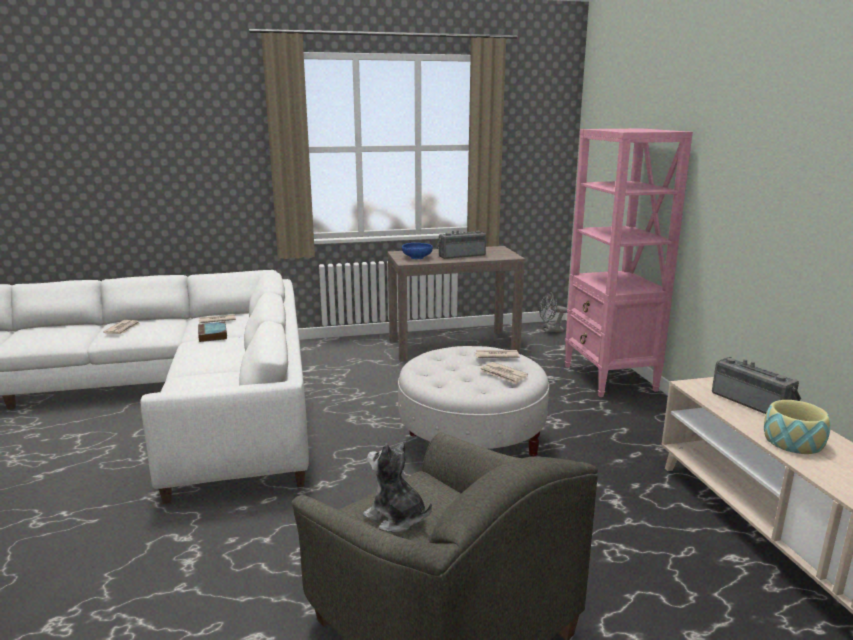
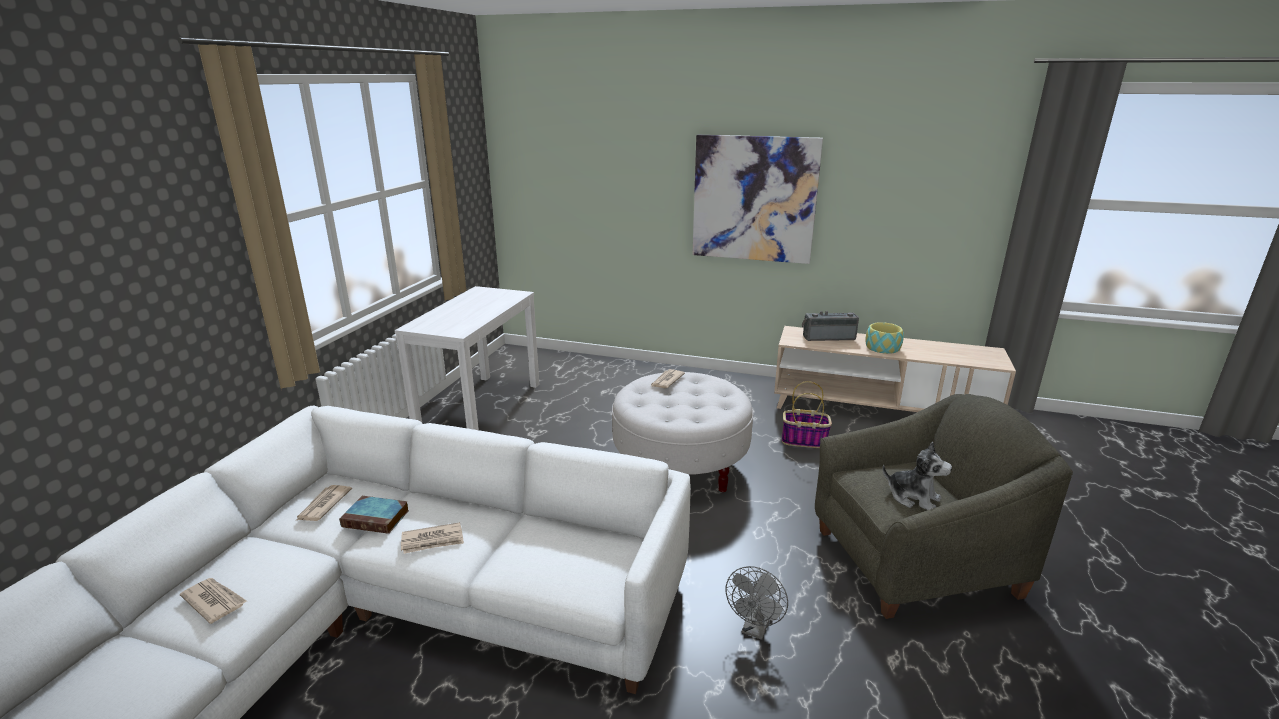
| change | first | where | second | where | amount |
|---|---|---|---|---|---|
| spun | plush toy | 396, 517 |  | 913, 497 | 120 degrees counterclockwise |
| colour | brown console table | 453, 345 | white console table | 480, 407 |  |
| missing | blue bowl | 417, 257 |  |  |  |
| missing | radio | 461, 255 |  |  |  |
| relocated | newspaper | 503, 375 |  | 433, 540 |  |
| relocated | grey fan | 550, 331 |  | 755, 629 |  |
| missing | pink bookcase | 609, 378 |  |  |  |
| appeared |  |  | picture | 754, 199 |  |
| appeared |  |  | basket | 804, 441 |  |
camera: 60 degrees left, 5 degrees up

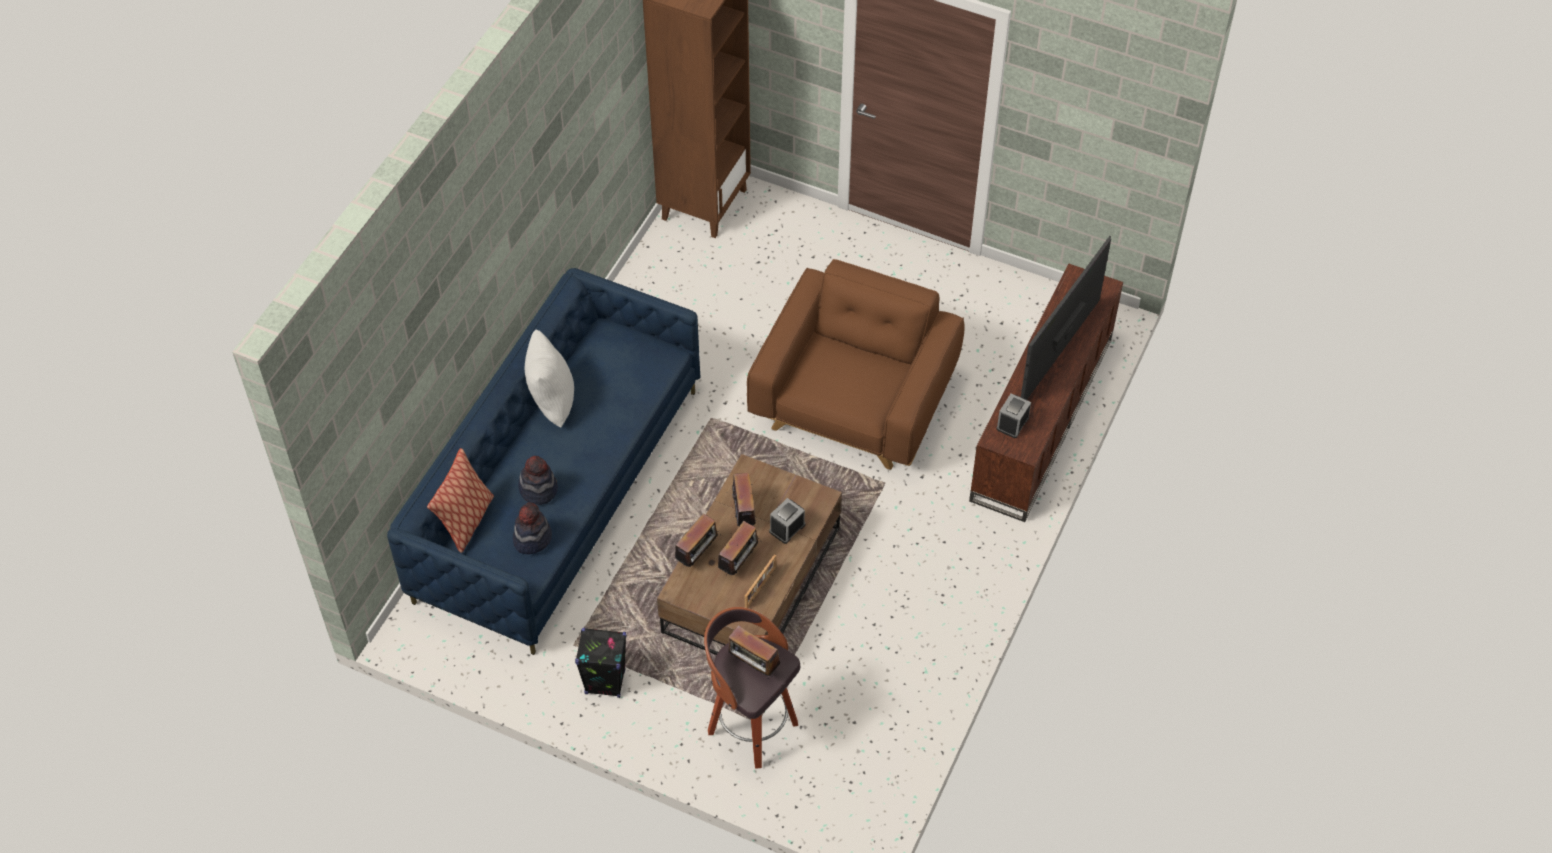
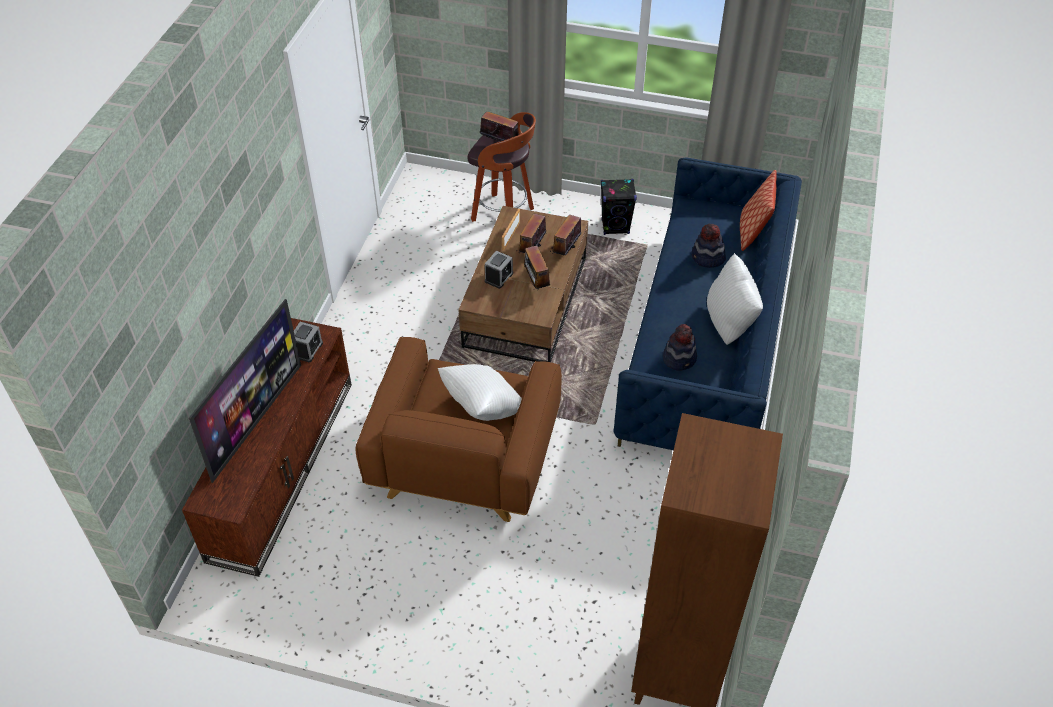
| change | first | where | second | where | amount |
|---|---|---|---|---|---|
| relocated | hat | 532, 538 |  | 679, 358 |  |
| appeared |  |  | white pillow | 482, 407 |  |
camera: 170 degrees right, 5 degrees down

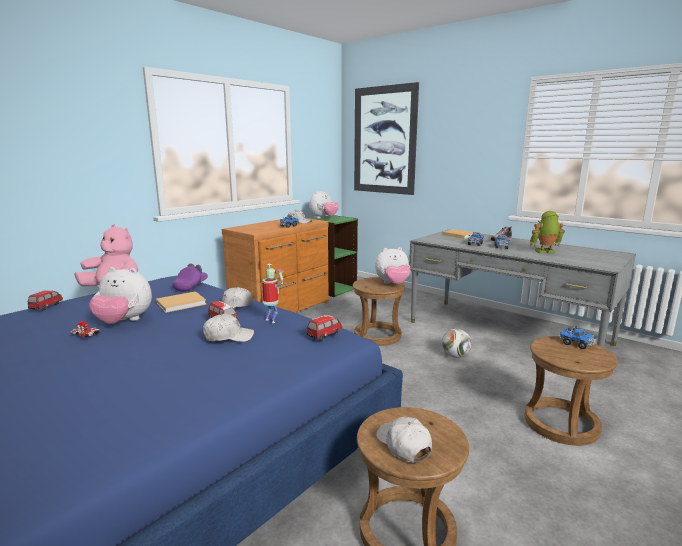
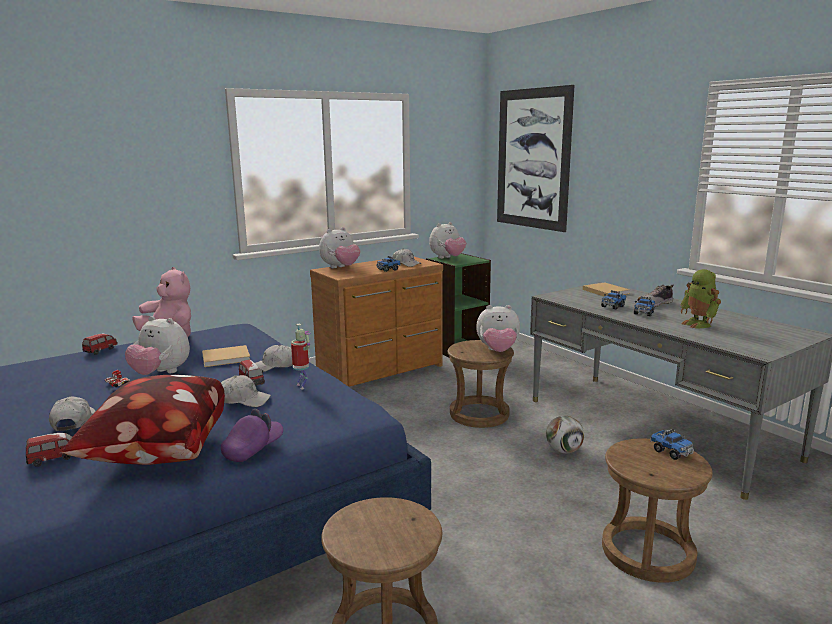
| change | first | where | second | where | amount |
|---|---|---|---|---|---|
| relocated | purple cap | 191, 287 |  | 253, 449 |  |
| relocated | toy car | 324, 335 |  | 54, 458 |  |
| relocated | white cap | 403, 445 |  | 73, 421 |  |
| spun | toy robot | 545, 252 |  | 698, 324 | 120 degrees counterclockwise |
| appeared |  |  | pillow | 156, 453 |  |
| appeared |  |  | plush toy | 340, 268 |  |
camera: 15 degrees right, 0 degrees up

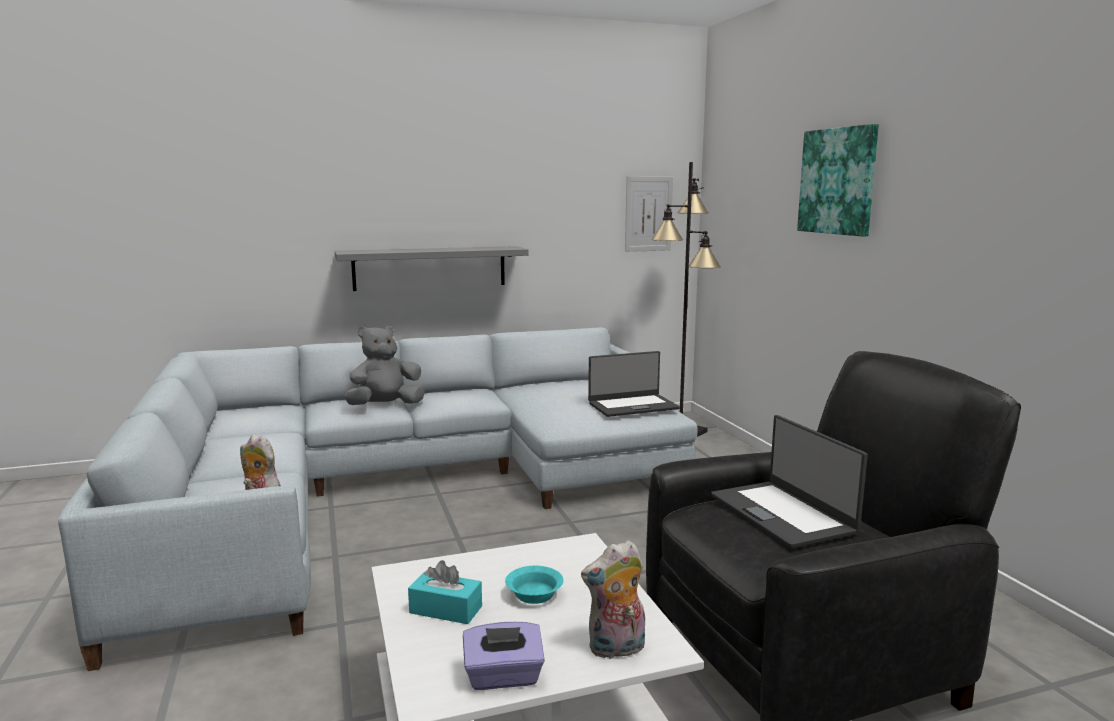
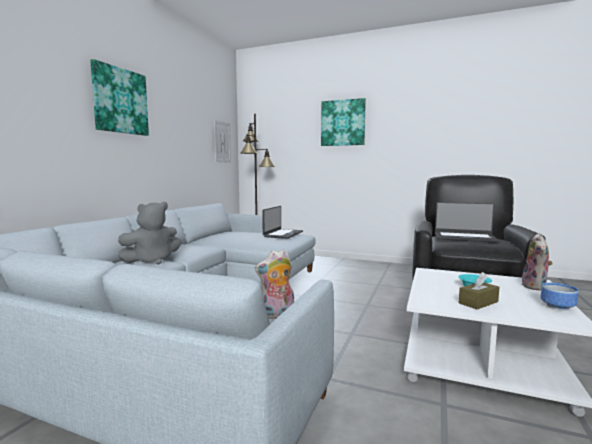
| change | first | where | second | where | amount |
|---|---|---|---|---|---|
| missing | grey shelf | 430, 268 |  |  |  |
| spun | grey plush toy | 385, 406 |  | 152, 260 | 135 degrees counterclockwise |
| colour | turquoise tissue box | 446, 609 | brown tissue box | 478, 302 |  |
| exchanged | purple tissue box | 503, 677 | bowl | 556, 306 |  |
| appeared |  |  | picture | 120, 101 |  |
camera: 50 degrees left, 5 degrees down

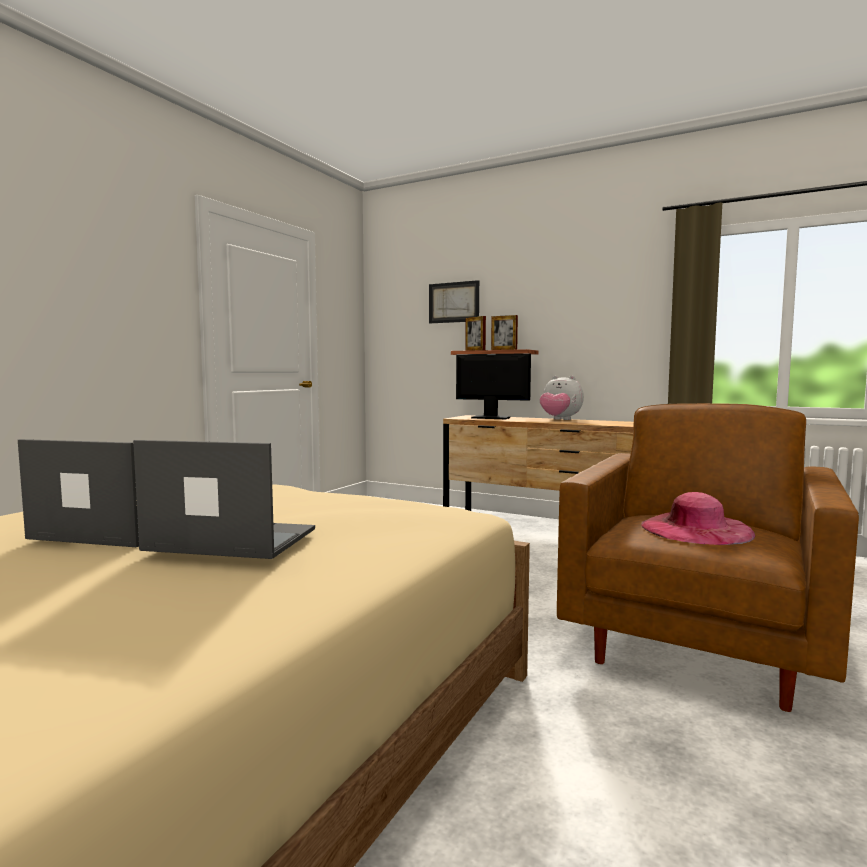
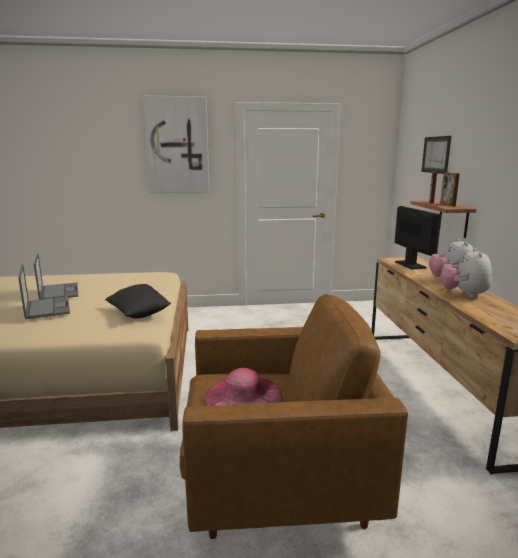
| change | first | where | second | where | amount |
|---|---|---|---|---|---|
| appeared |  |  | black pillow | 139, 314 |  |
| appeared |  |  | picture | 177, 145 |  |
| appeared |  |  | plush toy | 464, 295 |  |
camera: 55 degrees right, 10 degrees up

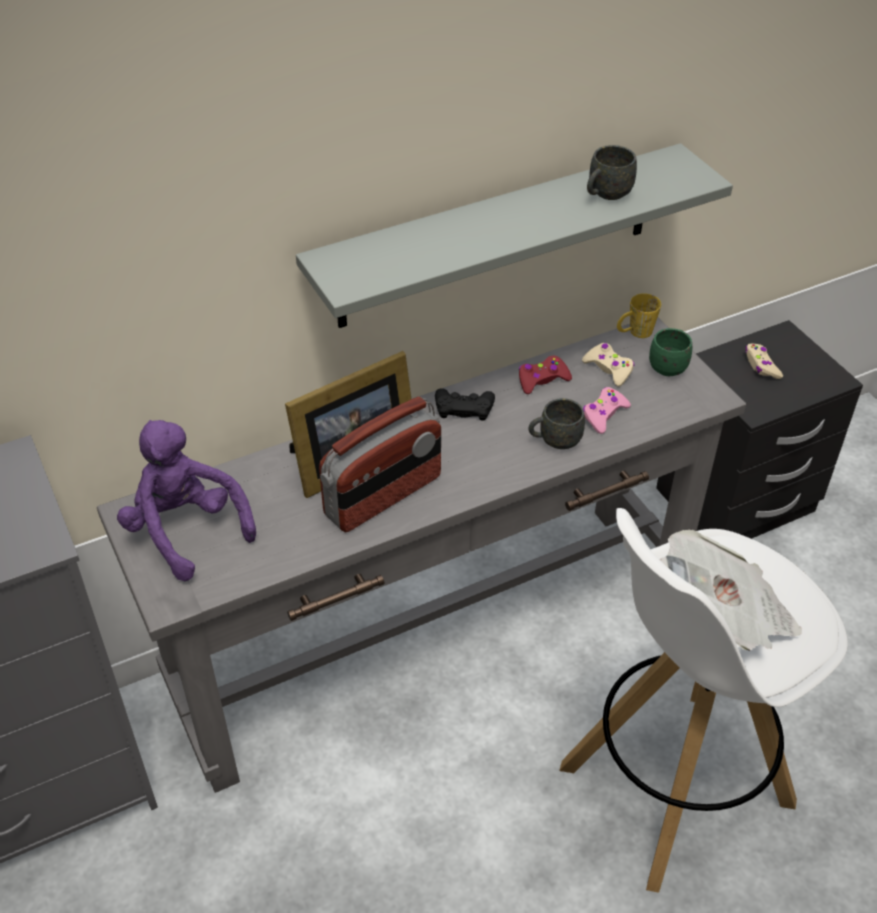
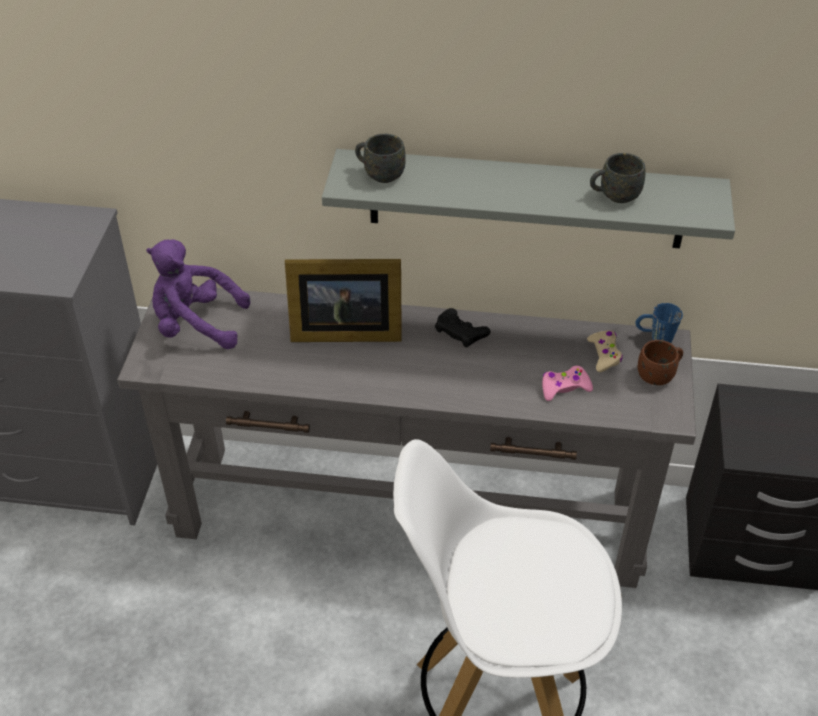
| change | first | where | second | where | amount |
|---|---|---|---|---|---|
| spun | purple plush toy | 186, 530 |  | 196, 325 | 75 degrees counterclockwise |
| missing | radio | 384, 496 |  |  |  |
| missing | red game controller | 542, 380 |  |  |  |
| relocated | grey mug | 554, 441 |  | 379, 174 |  |
| colour | yellow mug | 634, 333 | blue mug | 655, 337 |  |
| colour | green mug | 669, 365 | brown mug | 659, 375 |  |
| missing | newspaper | 725, 616 |  |  |  |
| missing | beige game controller | 761, 366 |  |  |  |
camera: 35 degrees right, 0 degrees up

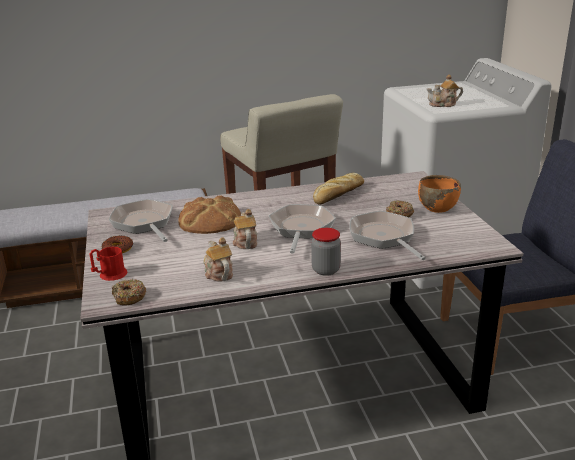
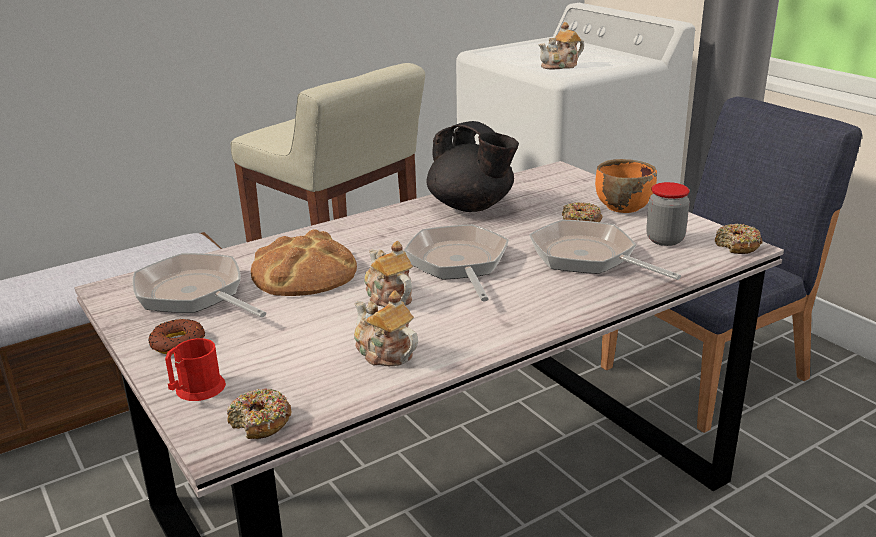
| change | first | where | second | where | amount |
|---|---|---|---|---|---|
| relocated | jar | 326, 270 |  | 665, 240 |  |
| exchanged | bread | 338, 194 | black teapot | 471, 207 |  |
| appeared |  |  | donut | 737, 246 |  |
camera: 20 degrees left, 0 degrees up

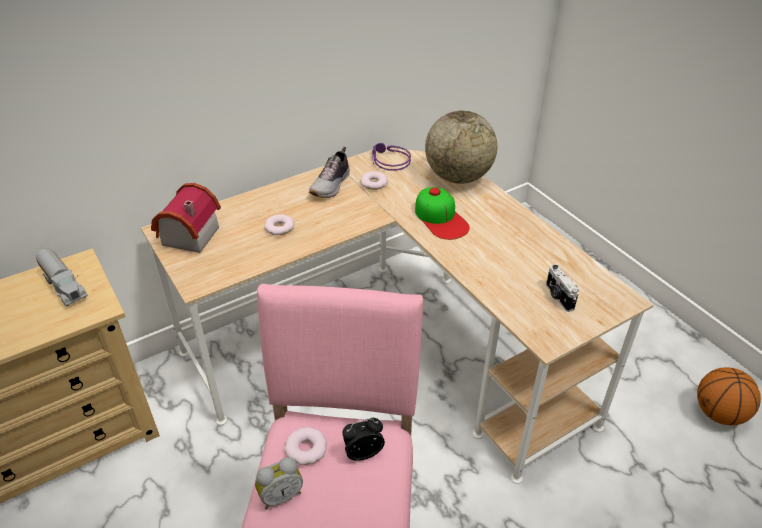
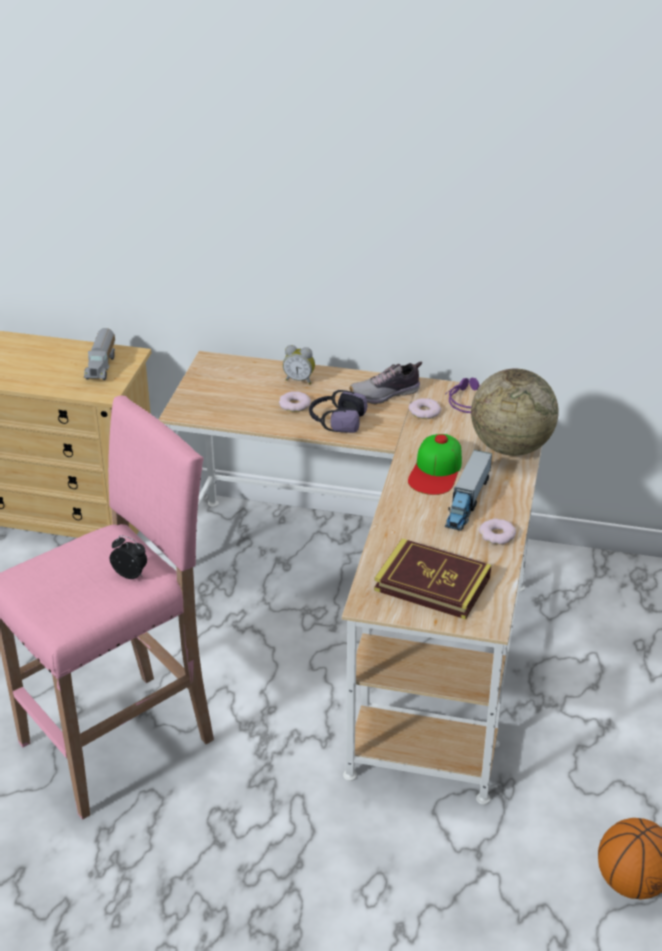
| change | first | where | second | where | amount |
|---|---|---|---|---|---|
| missing | toy house | 186, 236 |  |  |  |
| relocated | alarm clock | 280, 495 |  | 299, 380 |  |
| relocated | donut | 306, 449 |  | 497, 535 |  |
| exchanged | photo camera | 558, 297 | book | 432, 584 |  |
| appeared |  |  | headphones | 336, 421 |  |
| appeared |  |  | toy truck | 467, 501 |  |
camera: 45 degrees right, 5 degrees down

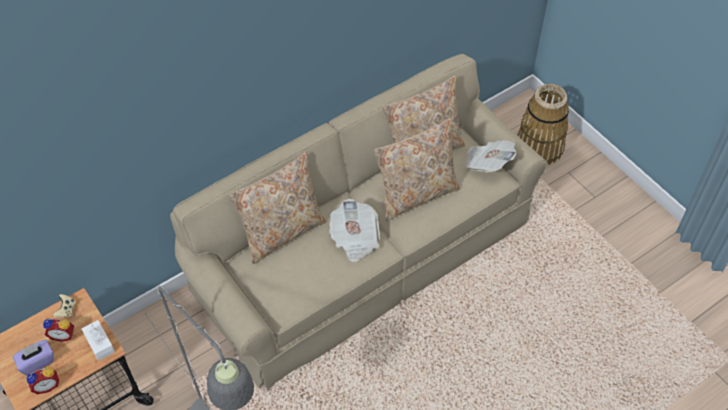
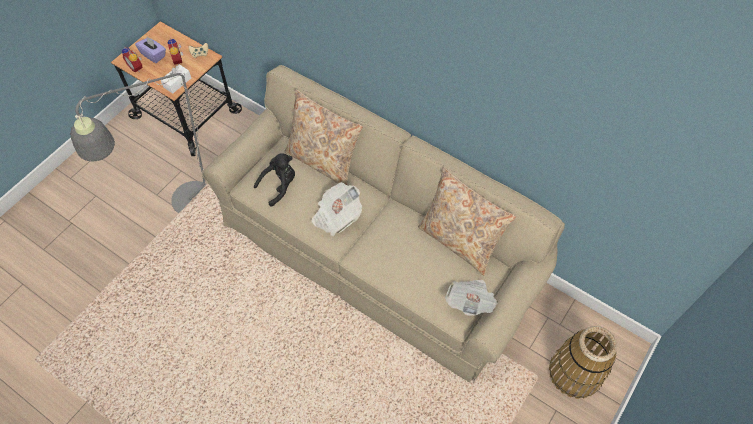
| change | first | where | second | where | amount |
|---|---|---|---|---|---|
| missing | beige pillow | 416, 194 |  |  |  |
| appeared |  |  | black plush toy | 279, 186 |  |
camera: 70 degrees right, 5 degrees up

